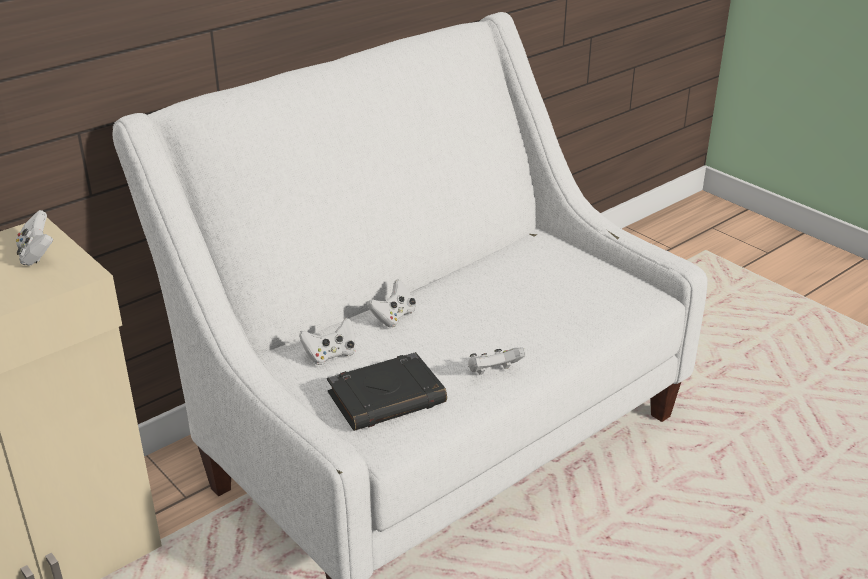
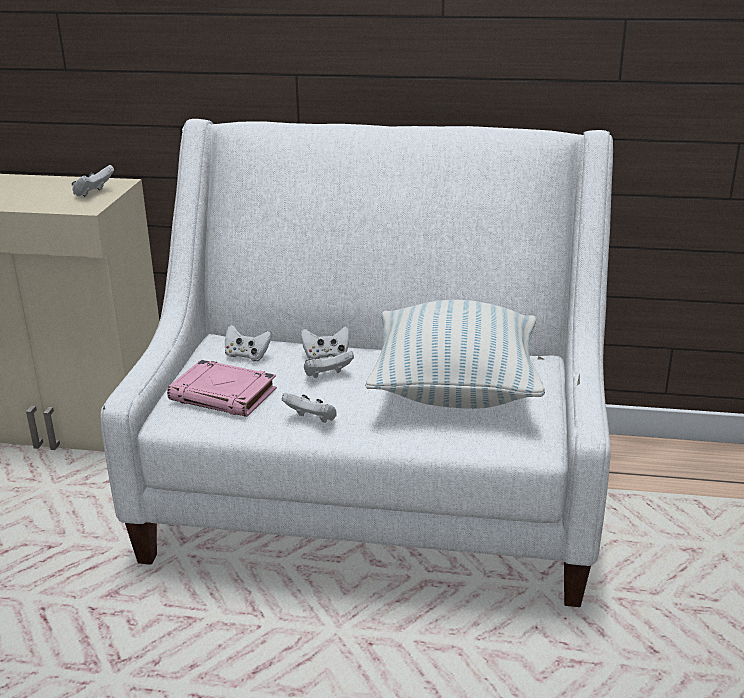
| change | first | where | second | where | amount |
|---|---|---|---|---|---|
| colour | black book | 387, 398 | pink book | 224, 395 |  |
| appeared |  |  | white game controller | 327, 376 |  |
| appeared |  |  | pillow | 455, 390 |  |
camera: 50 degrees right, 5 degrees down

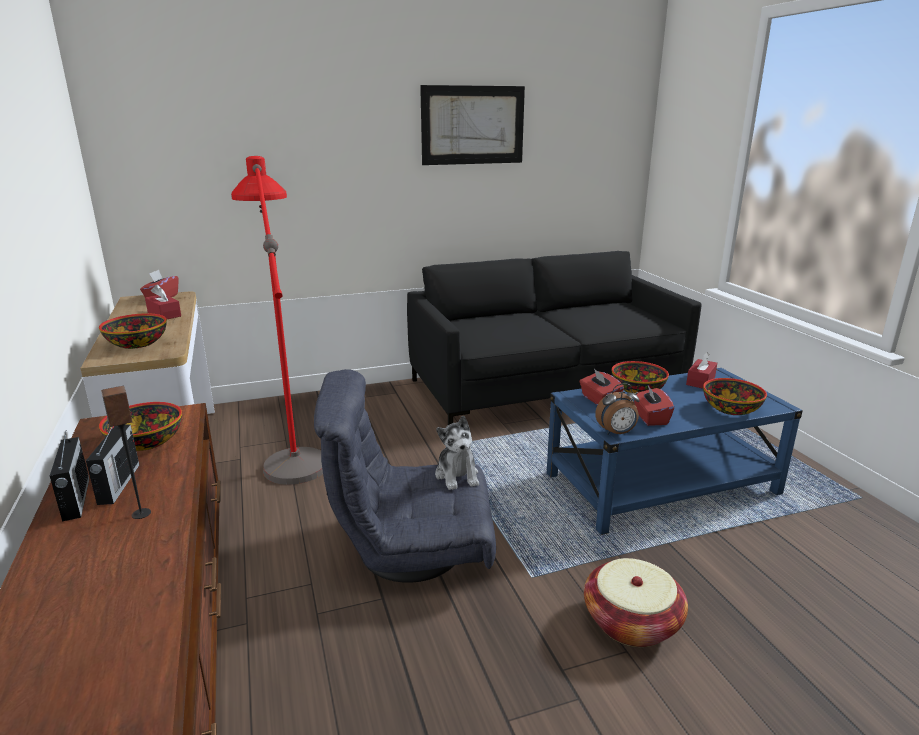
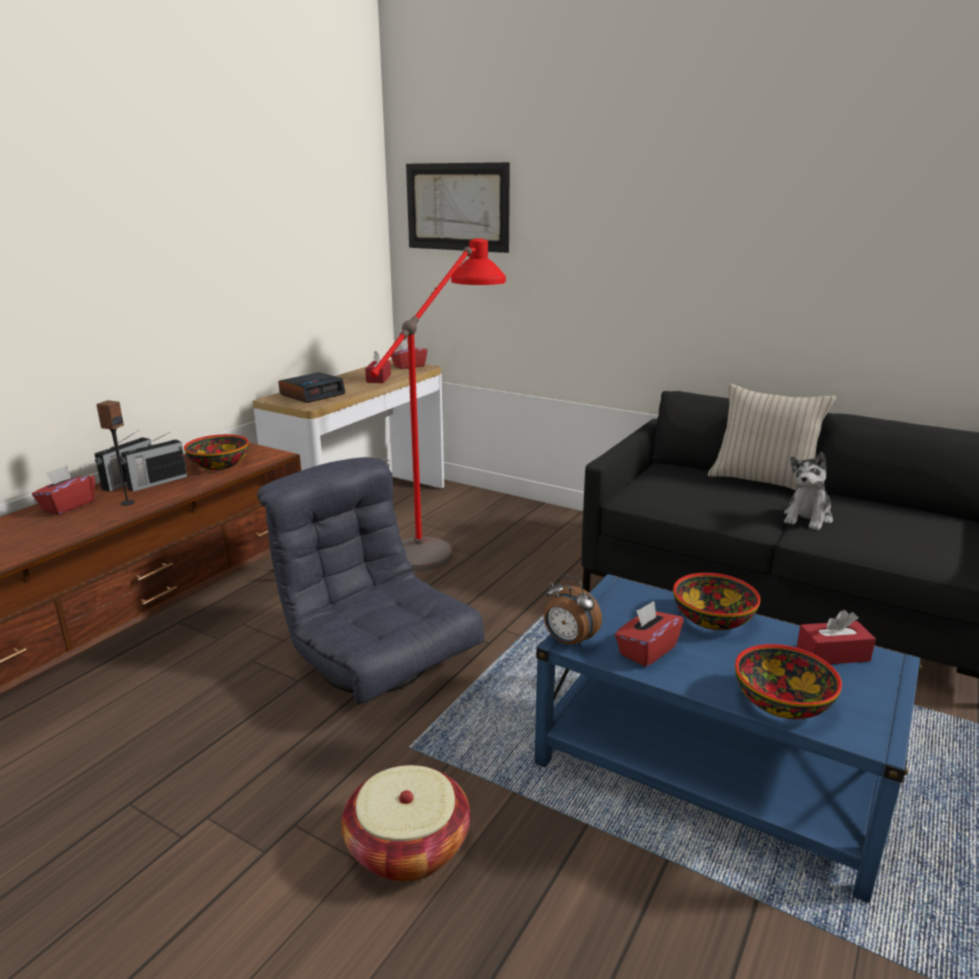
| change | first | where | second | where | amount |
|---|---|---|---|---|---|
| exchanged | bowl | 136, 343 | alarm clock | 312, 394 |  |
| relocated | picture | 473, 125 |  | 457, 207 |  |
| relocated | plush toy | 457, 475 |  | 807, 518 |  |
| relocated | red tissue box | 599, 400 |  | 68, 506 |  |
| appeared |  |  | beige pillow | 763, 481 |  |
camera: 50 degrees right, 0 degrees up

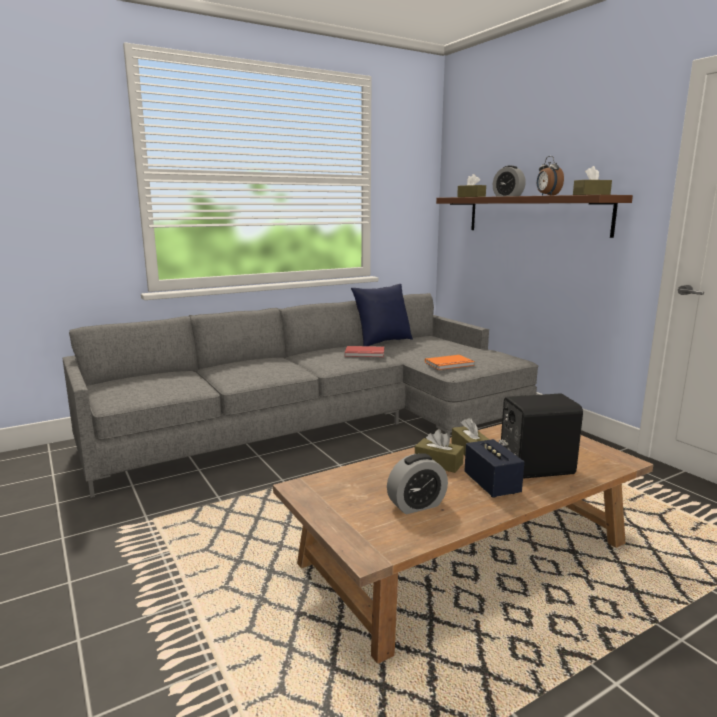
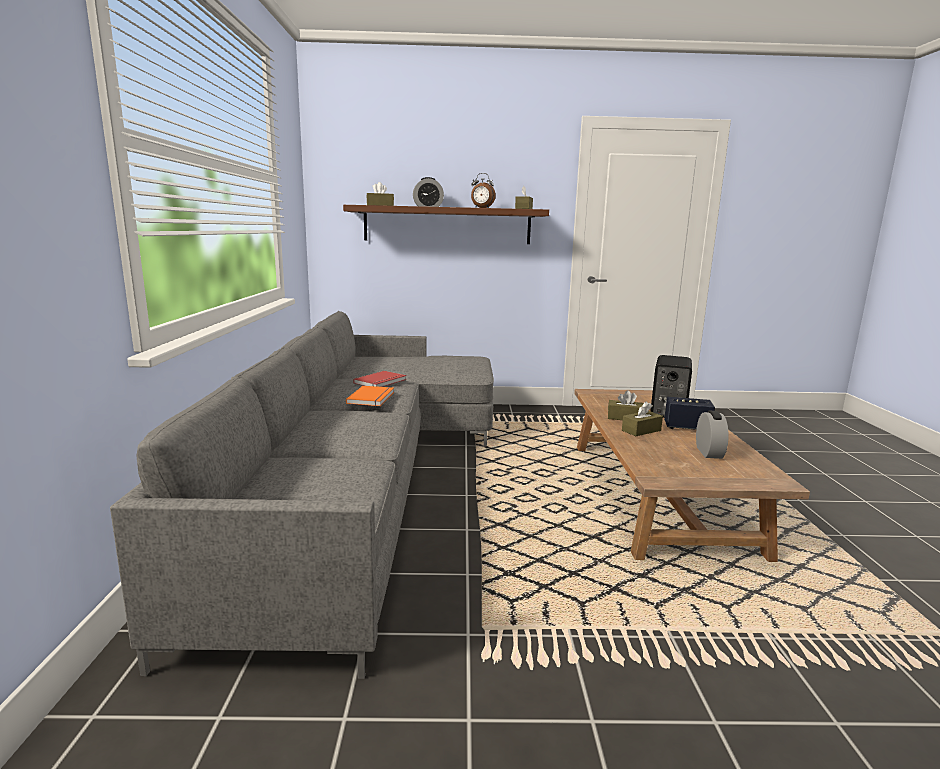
| change | first | where | second | where | amount |
|---|---|---|---|---|---|
| missing | blue pillow | 382, 342 |  |  |  |
| relocated | orange book | 450, 364 |  | 372, 398 |  |
camera: 60 degrees left, 0 degrees up

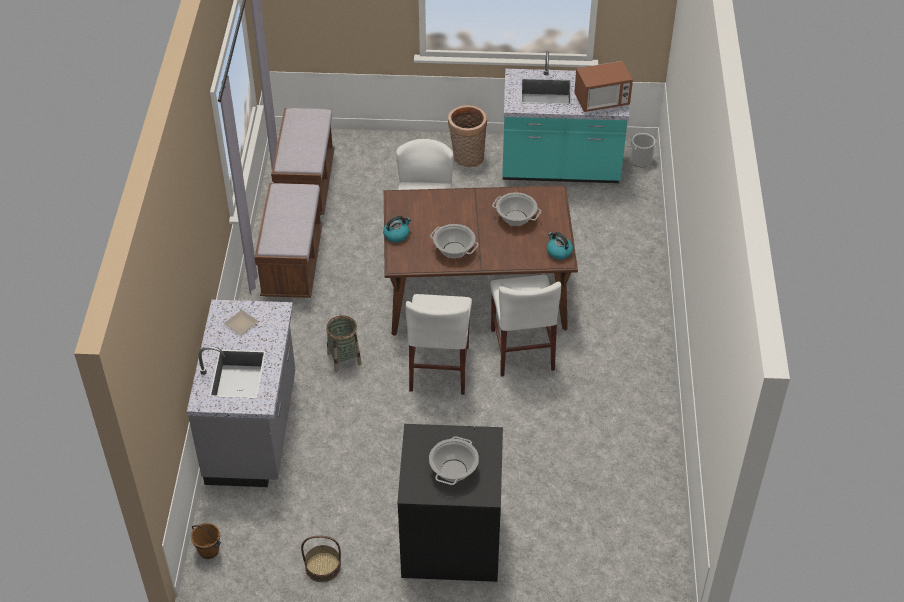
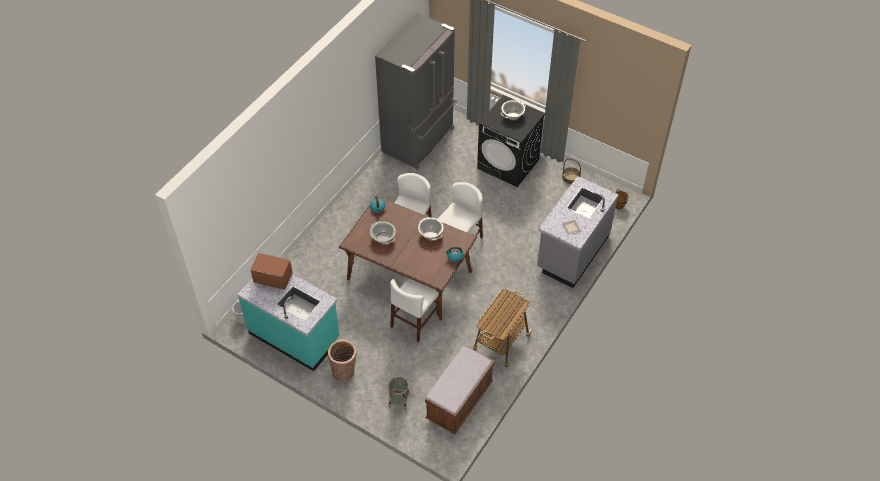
| change | first | where | second | where | amount |
|---|---|---|---|---|---|
| exchanged | brown bench | 292, 264 | cart | 500, 343 |  |
| relocated | basket | 344, 359 |  | 399, 401 |  |
| appeared |  |  | grey fridge | 420, 140 |  |
camera: 150 degrees left, 5 degrees up

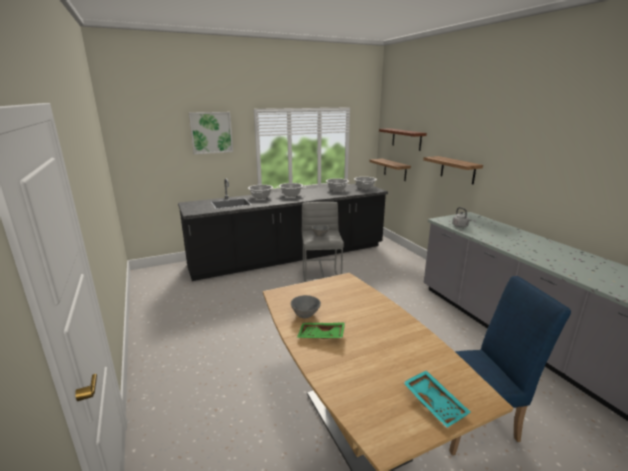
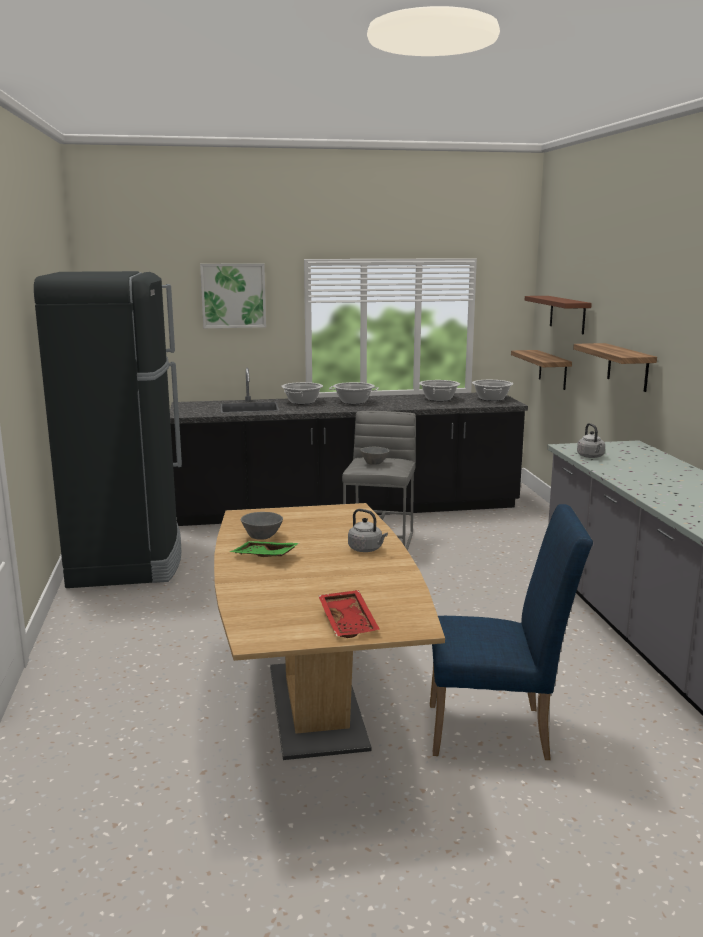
| change | first | where | second | where | amount |
|---|---|---|---|---|---|
| colour | turquoise tray | 435, 403 | red tray | 349, 622 |  |
| appeared |  |  | black fridge | 127, 560 |  |
| appeared |  |  | grey kettle | 366, 549 |  |
camera: 15 degrees right, 5 degrees down

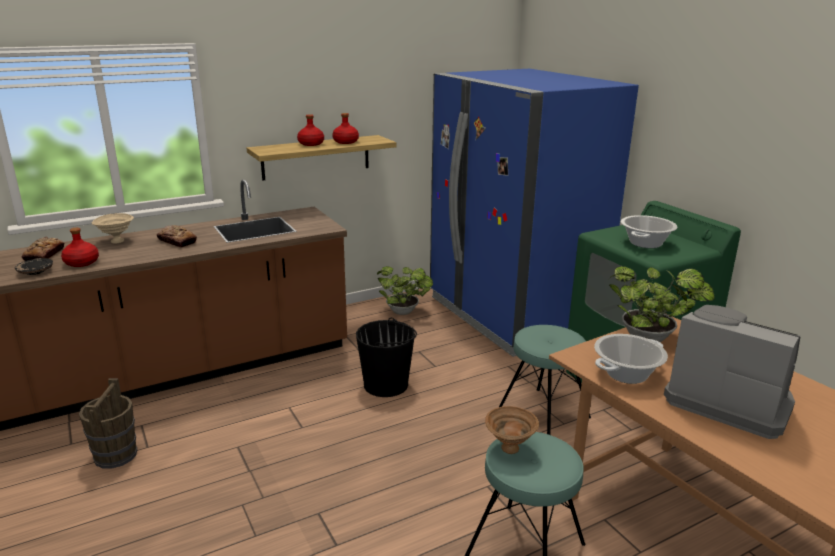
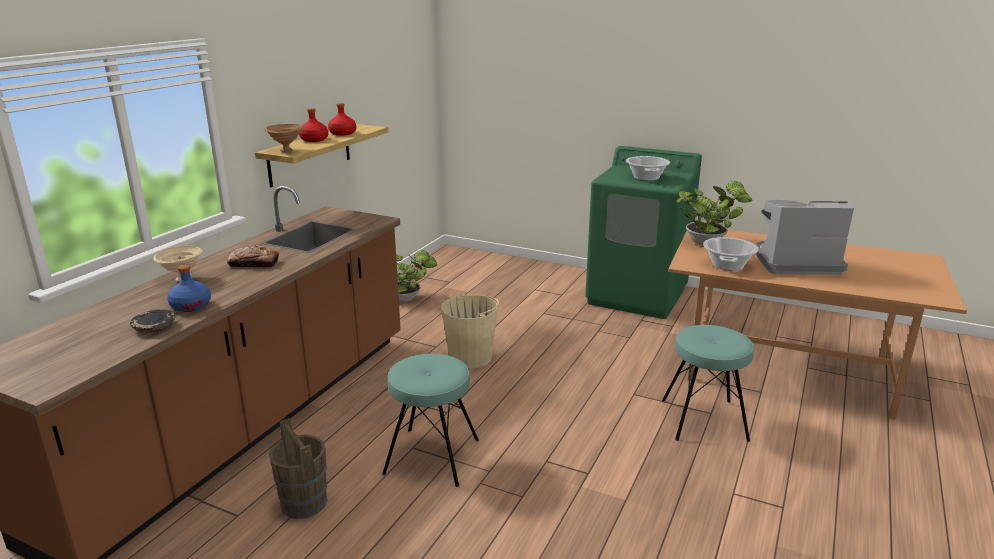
| change | first | where | second | where | amount |
|---|---|---|---|---|---|
| missing | bread | 44, 255 |  |  |  |
| colour | red bottle | 82, 262 | blue bottle | 191, 306 |  |
| colour | black bucket | 386, 385 | beige bucket | 470, 357 |  |
| missing | blue fridge | 512, 315 |  |  |  |
| relocated | brown bowl | 510, 449 |  | 286, 151 |  |
| relocated | turquoise stool | 543, 415 |  | 432, 456 |  |
camera: 35 degrees left, 0 degrees up

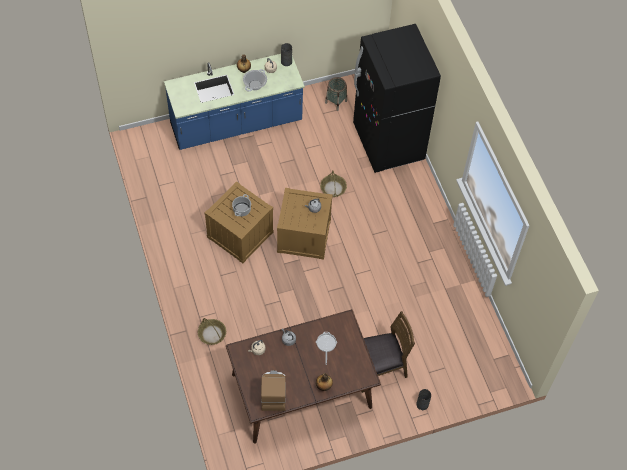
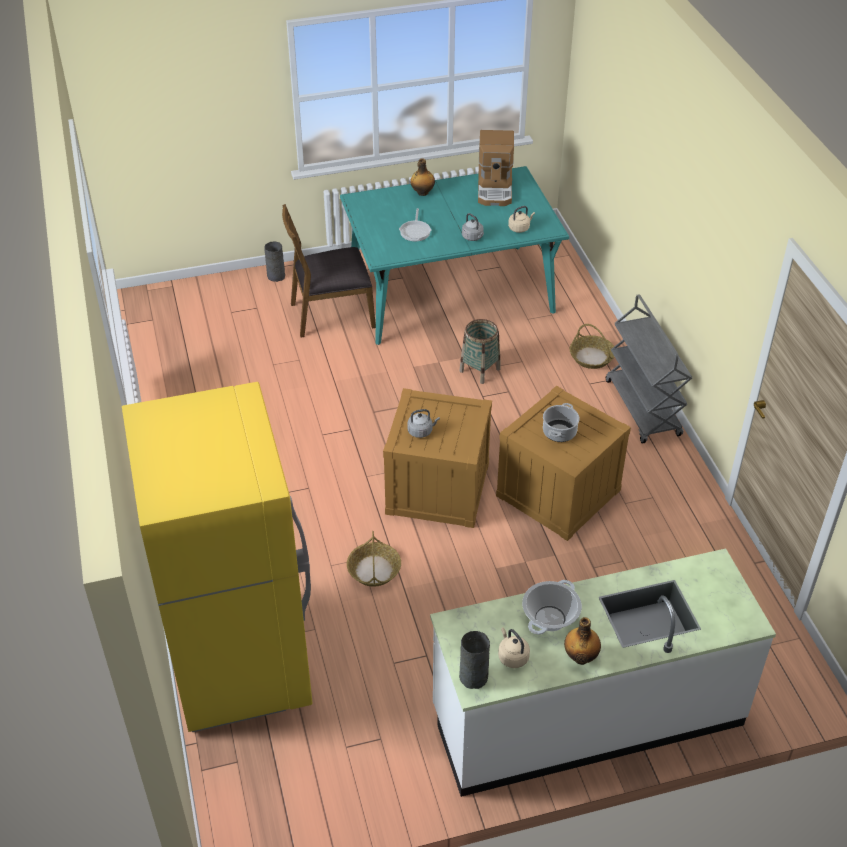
| change | first | where | second | where | amount |
|---|---|---|---|---|---|
| colour | blue counter | 236, 124 | white counter | 586, 716 |  |
| colour | brown dining table | 301, 391 | turquoise dining table | 451, 293 |  |
| relocated | basket | 336, 102 |  | 480, 370 |  |
| colour | black fridge | 388, 143 | yellow fridge | 239, 662 |  |
| appeared |  |  | grey cart | 643, 408 |  |
camera: 175 degrees left, 15 degrees down

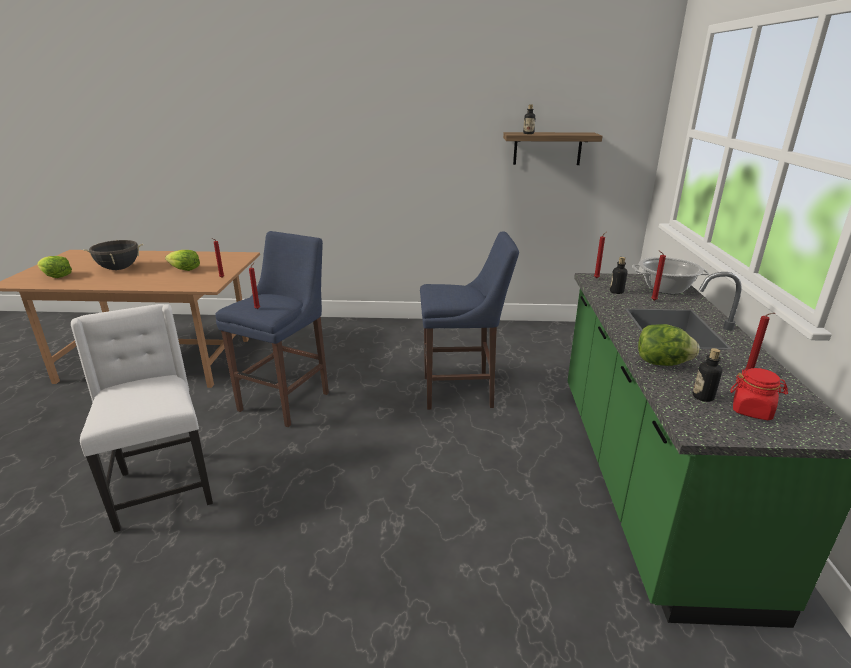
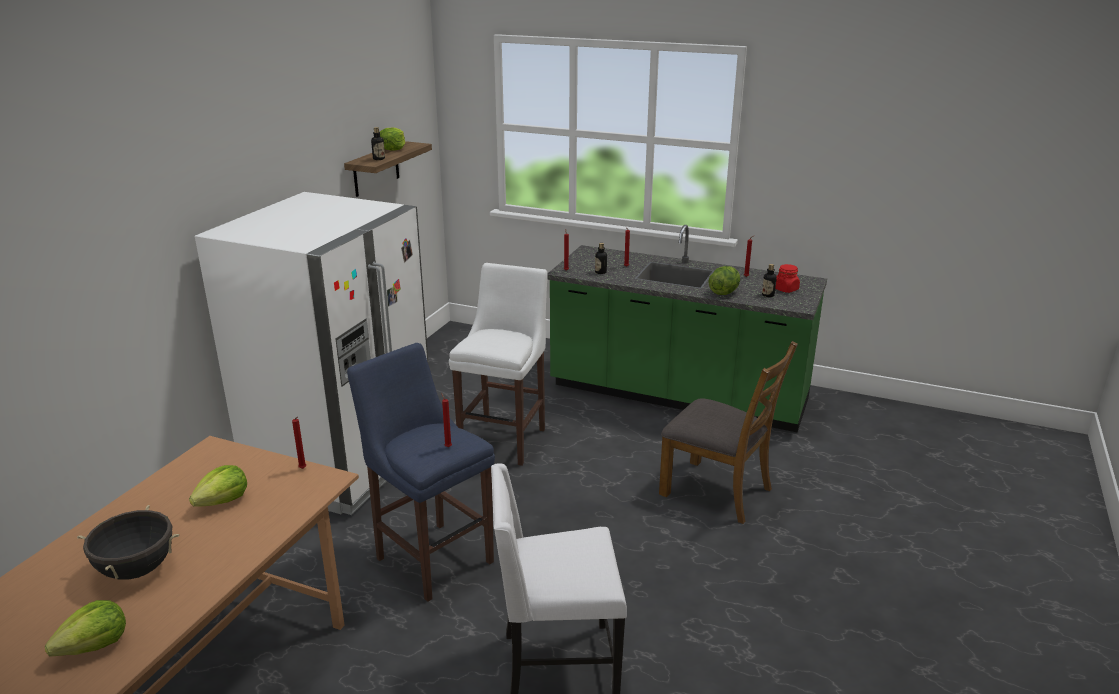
| change | first | where | second | where | amount |
|---|---|---|---|---|---|
| colour | blue stool | 462, 392 | white stool | 505, 439 |  |
| missing | cooking pot | 665, 288 |  |  |  |
| appeared |  |  | white fridge | 343, 463 |  |
| appeared |  |  | lettuce | 393, 148 |  |
| appeared |  |  | brown chair | 717, 491 |  |
camera: 70 degrees left, 0 degrees up

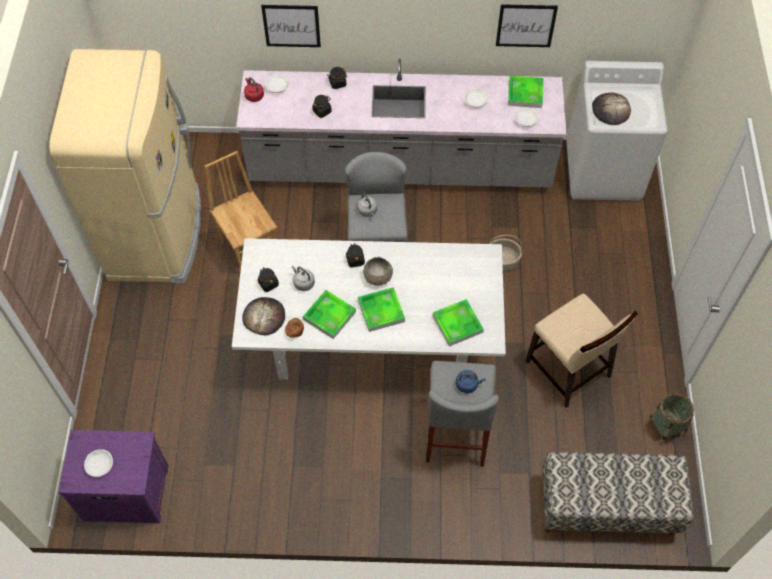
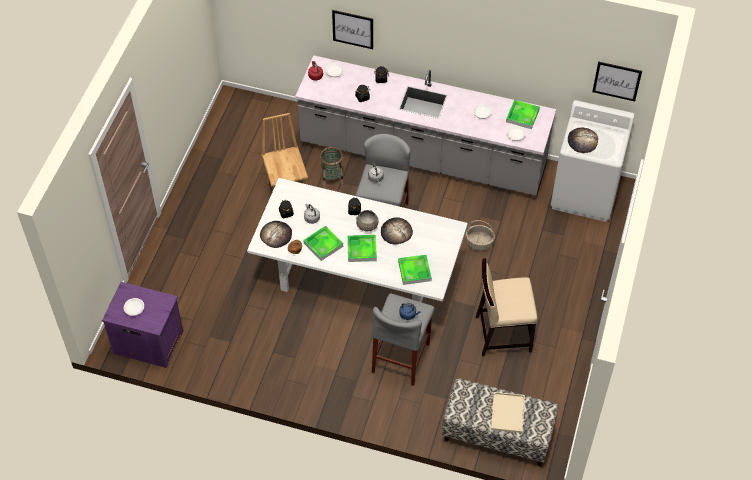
| change | first | where | second | where | amount |
|---|---|---|---|---|---|
| missing | beige fridge | 157, 233 |  |  |  |
| relocated | picture | 526, 25 |  | 617, 81 |  |
| spun | beige chair | 568, 370 |  | 502, 333 | 105 degrees clockwise |
| relocated | basket | 665, 428 |  | 332, 177 |  |
| appeared |  |  | bread | 396, 232 |  |
| appeared |  |  | beige tray | 508, 413 |  |
camera: 15 degrees right, 5 degrees down

